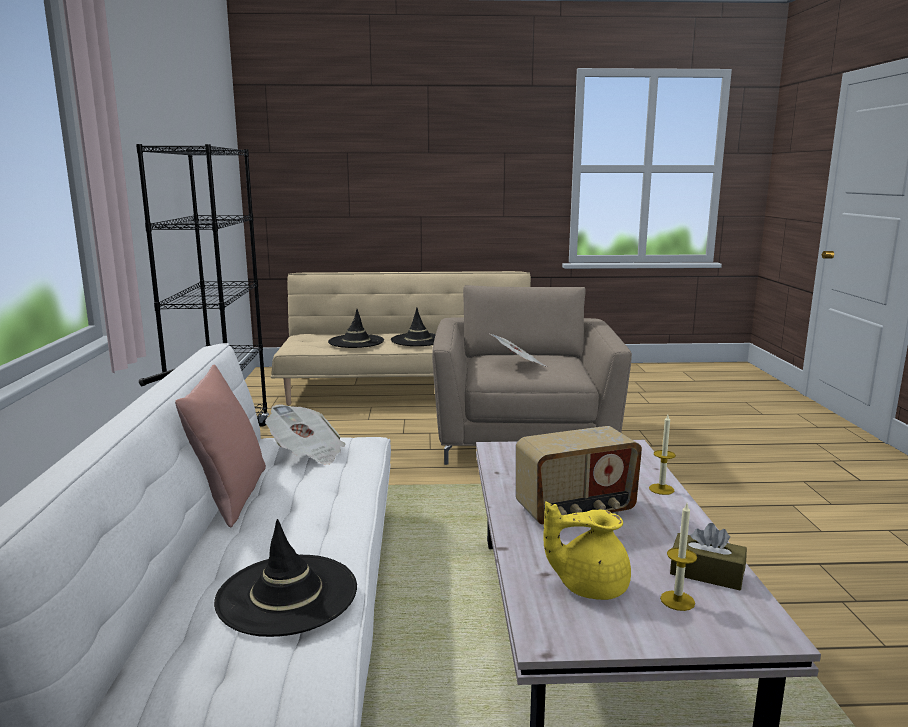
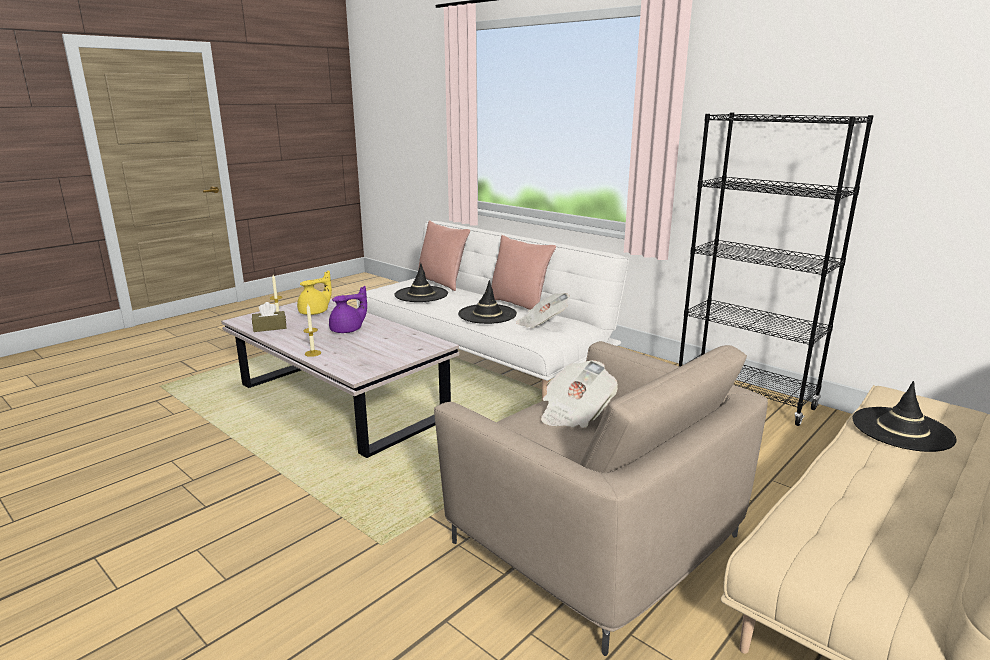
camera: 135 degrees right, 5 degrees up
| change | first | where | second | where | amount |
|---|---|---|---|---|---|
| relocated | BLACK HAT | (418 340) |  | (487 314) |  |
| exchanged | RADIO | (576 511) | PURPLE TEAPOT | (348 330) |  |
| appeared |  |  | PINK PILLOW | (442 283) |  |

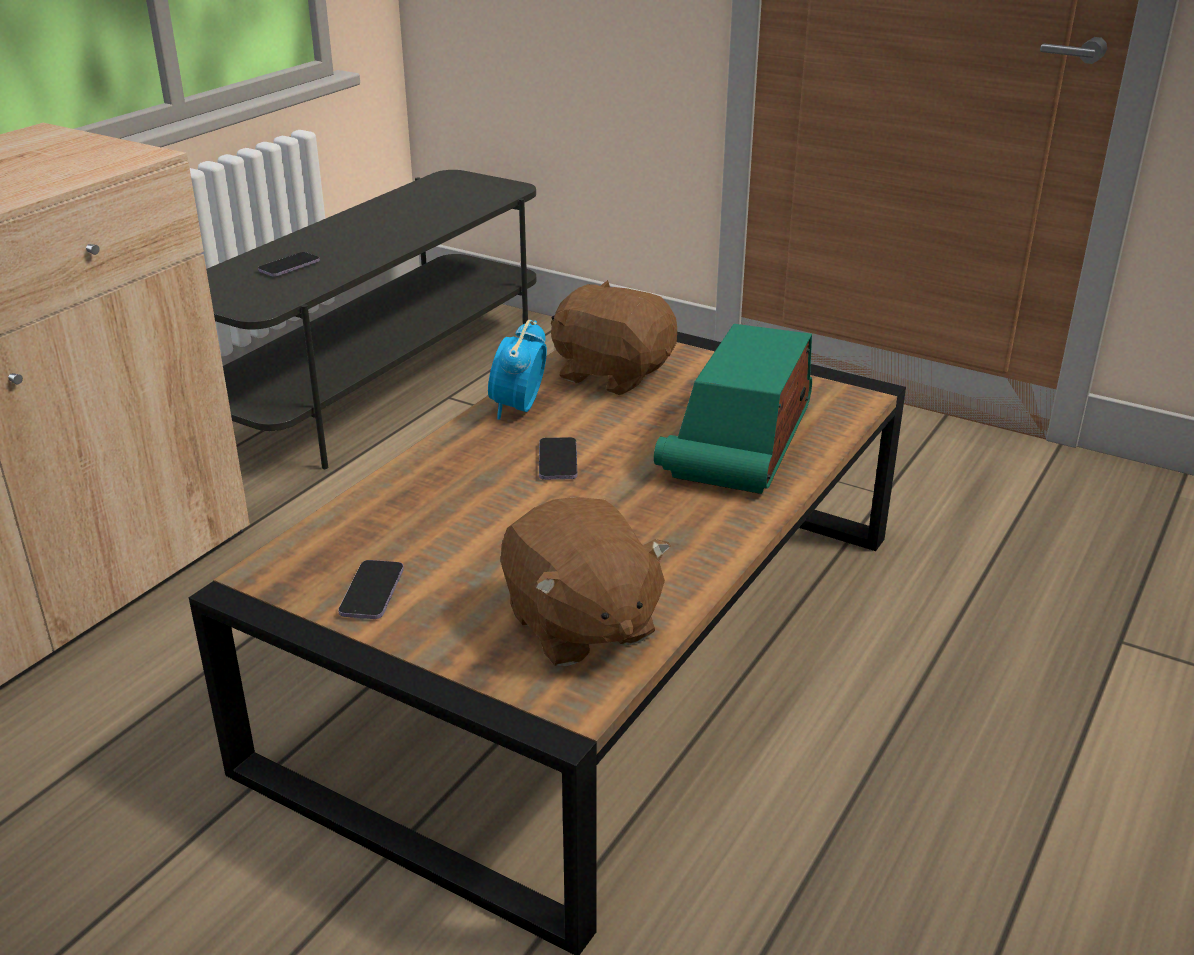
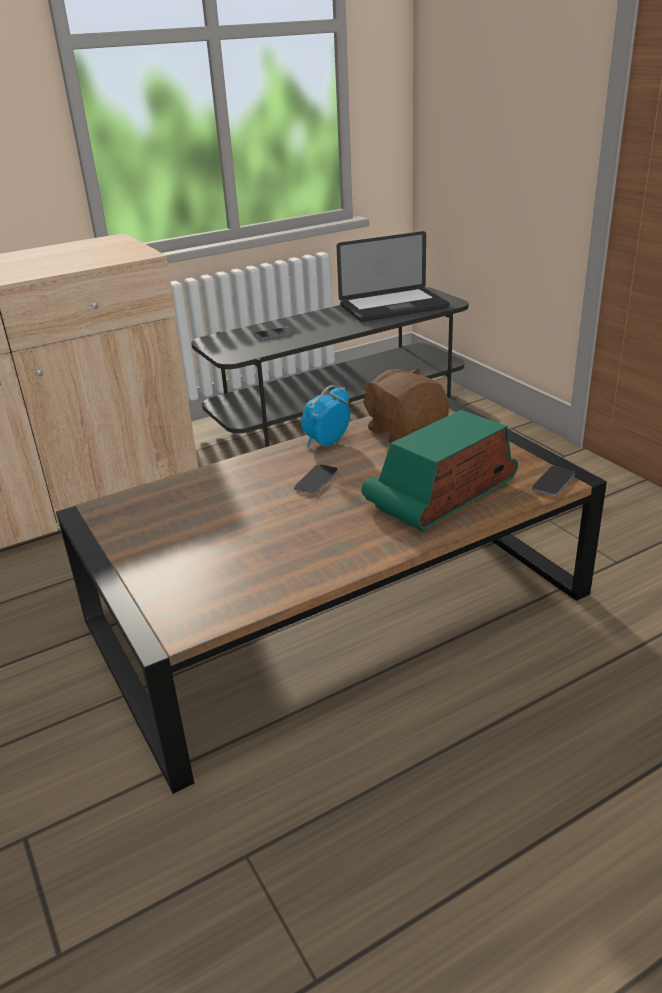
camera: 30 degrees right, 0 degrees up
| change | first | where | second | where | amount |
|---|---|---|---|---|---|
| relocated | PHONE | (372 592) |  | (553 483) |  |
| missing | BROWN PLUSH TOY | (579 625) |  |  |  |
| appeared |  |  | LAPTOP | (393 307) |  |

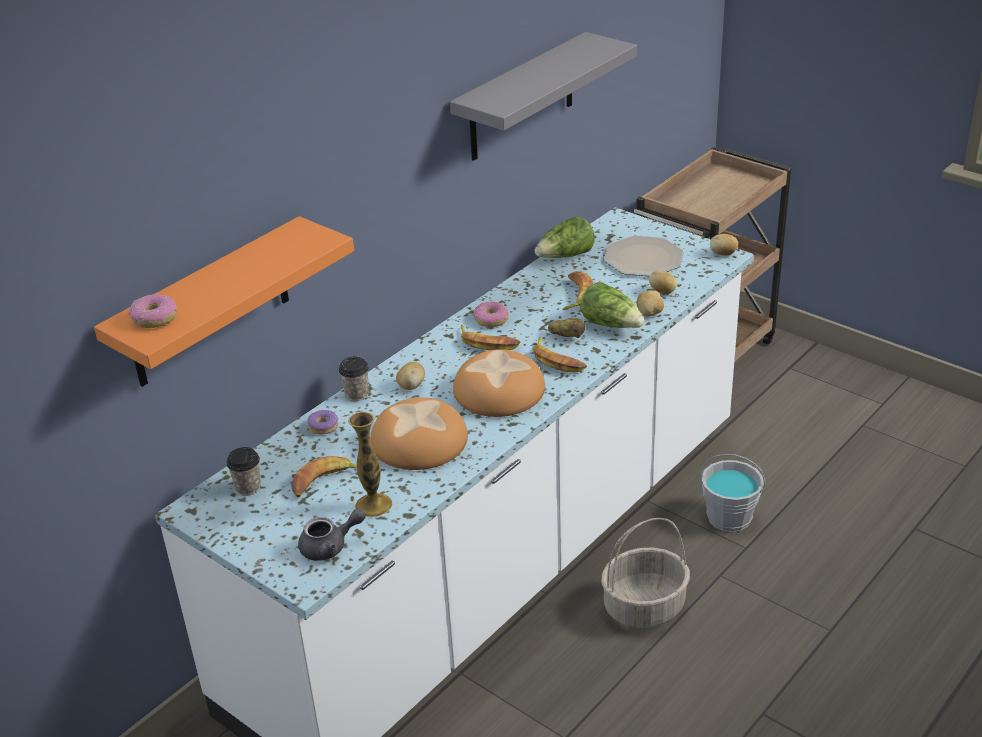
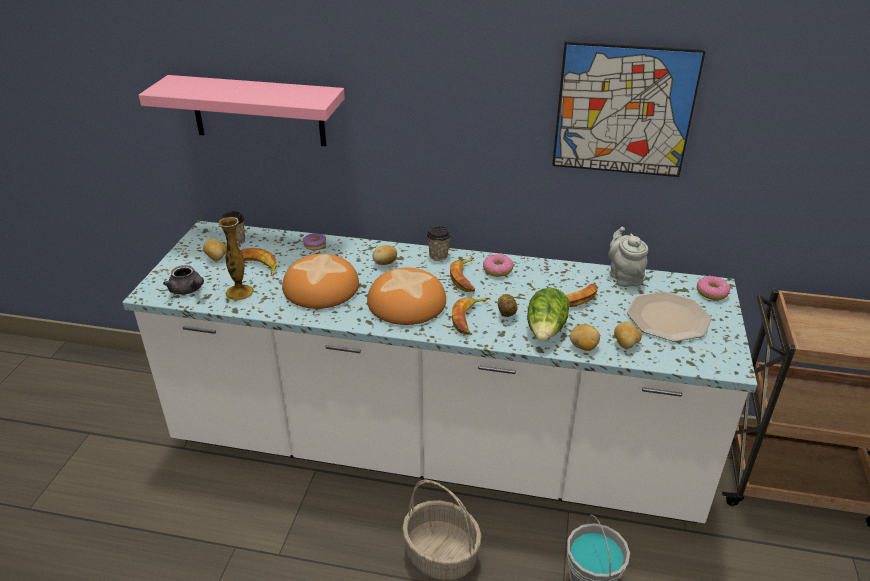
camera: 60 degrees right, 0 degrees up
| change | first | where | second | where | amount |
|---|---|---|---|---|---|
| colour | ORANGE SHELF | (209 304) | PINK SHELF | (258 111) |  |
| relocated | DONUT | (154 318) |  | (711 293) |  |
| relocated | CUP | (356 394) |  | (438 256) |  |
| exchanged | GREY SHELF | (521 98) | PICTURE | (624 110) |  |
| exchanged | LETTUCE | (565 256) | GREY TEAPOT | (624 277) |  |
| relocated | POTATO | (723 254) |  | (217 258) |  |

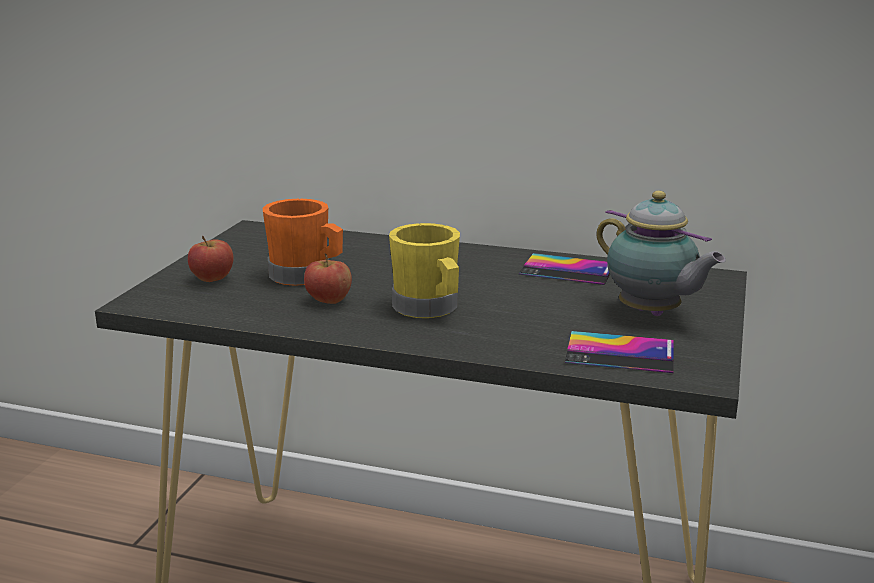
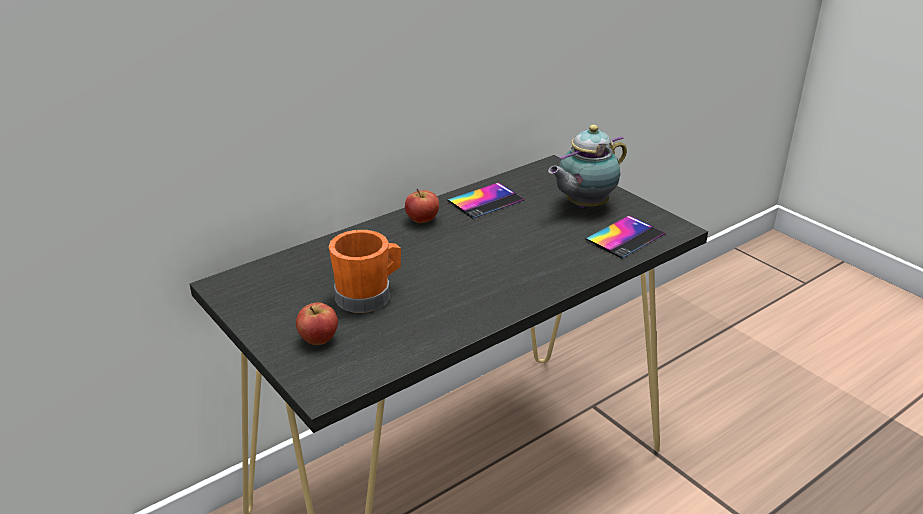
camera: 55 degrees left, 10 degrees up
| change | first | where | second | where | amount |
|---|---|---|---|---|---|
| relocated | APPLE | (329 301) |  | (422 220) |  |
| missing | YELLOW MUG | (429 308) |  |  |  |
| spun | TEAPOT | (652 314) |  | (583 206) | 150 degrees clockwise |

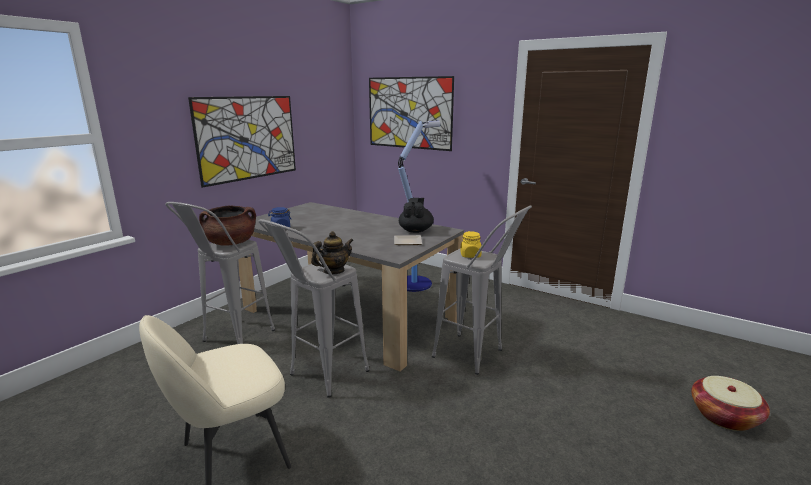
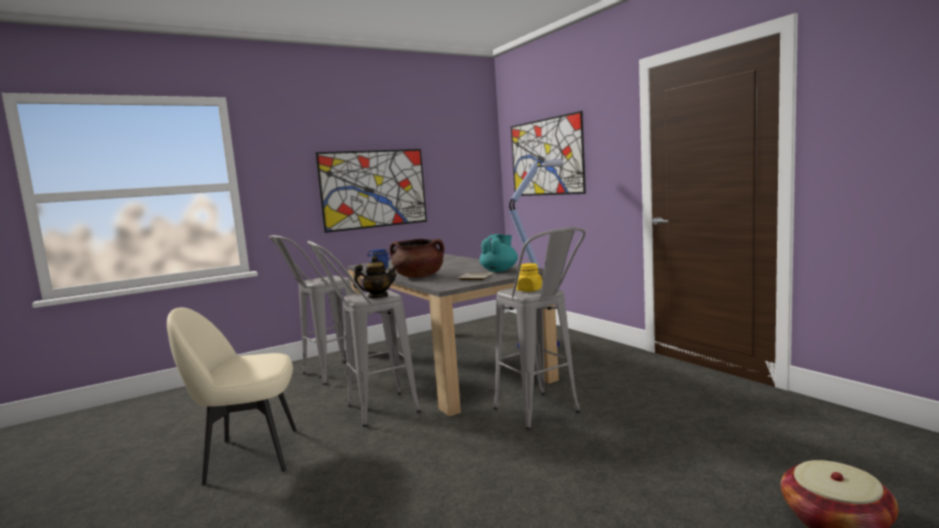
camera: 25 degrees right, 10 degrees down
| change | first | where | second | where | amount |
|---|---|---|---|---|---|
| relocated | BROWN COOKING POT | (231 243) |  | (419 276) |  |
| colour | BLACK TEAPOT | (416 230) | TURQUOISE TEAPOT | (499 270) |  |

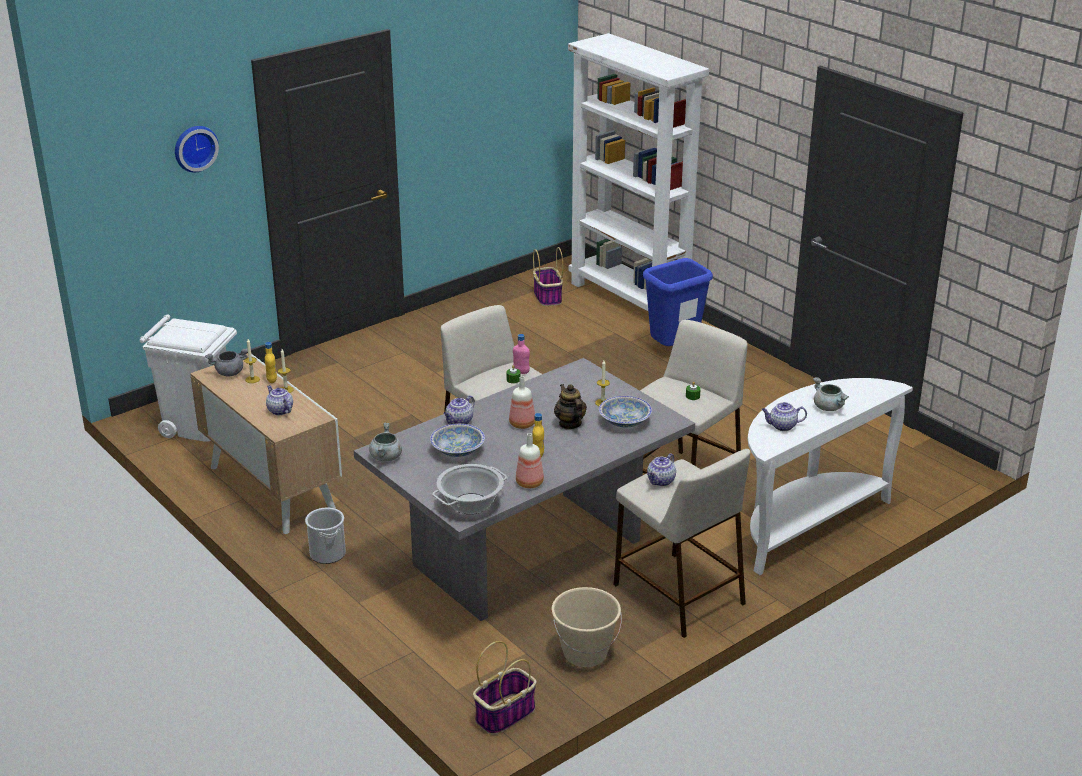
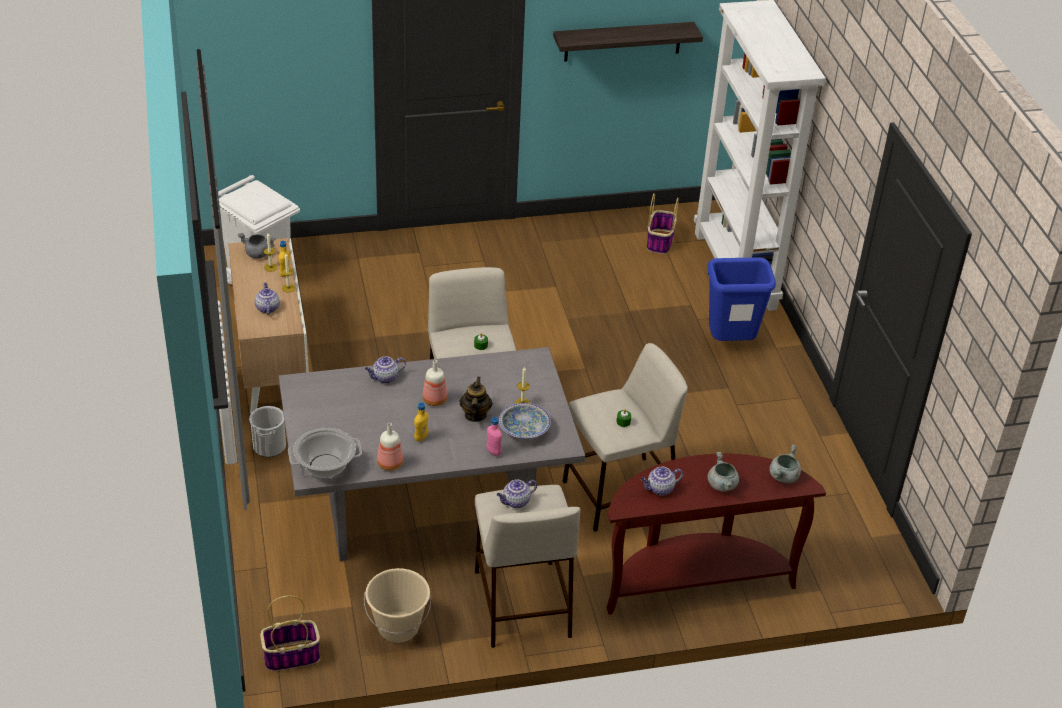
camera: 25 degrees right, 10 degrees up
| change | first | where | second | where | amount |
|---|---|---|---|---|---|
| missing | WALL CLOCK | (194 147) |  |  |  |
| relocated | GREY COOKING POT | (386 457) |  | (784 477) |  |
| missing | BOWL | (458 450) |  |  |  |
| relocated | PINK BOTTLE | (521 372) |  | (493 452) |  |
| colour | WHITE CONSOLE TABLE | (806 524) | BROWN CONSOLE TABLE | (695 579) |  |
| spun | TEAPOT | (782 426) |  | (660 489) | 45 degrees counterclockwise |
| appeared |  |  | SHELF | (623 41) |  |

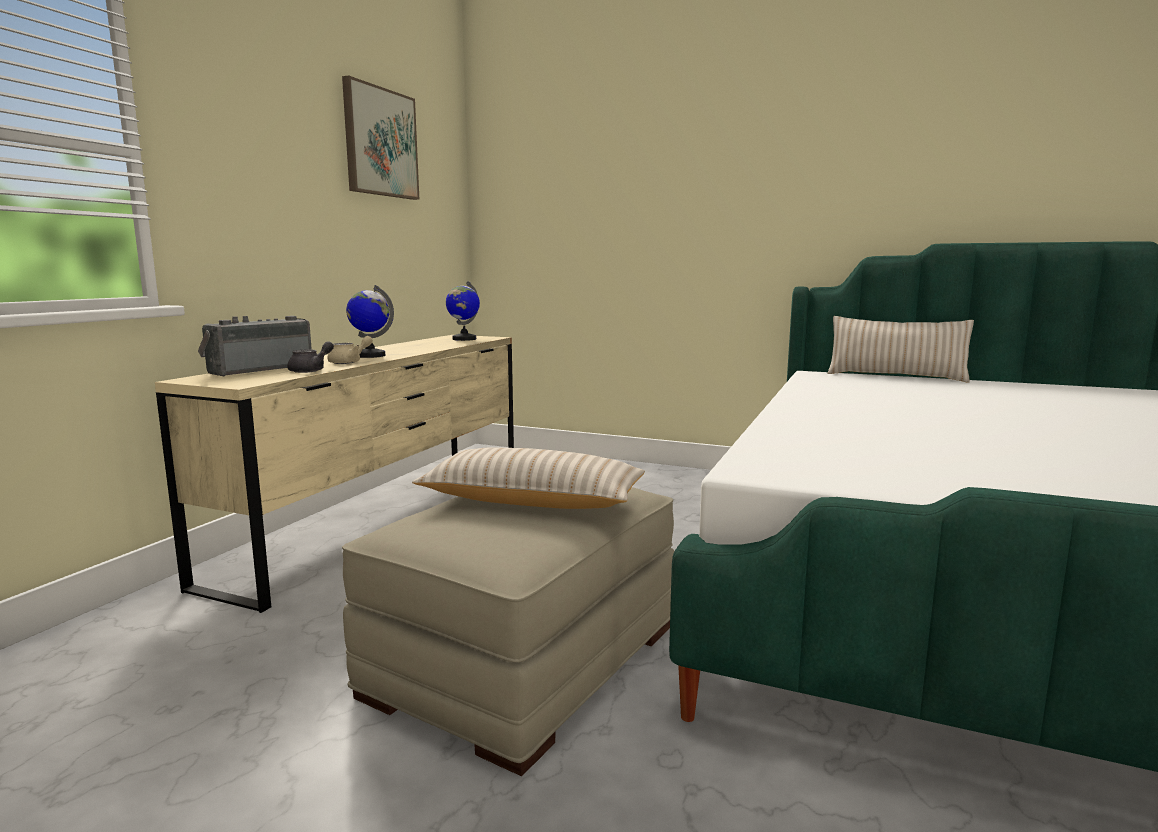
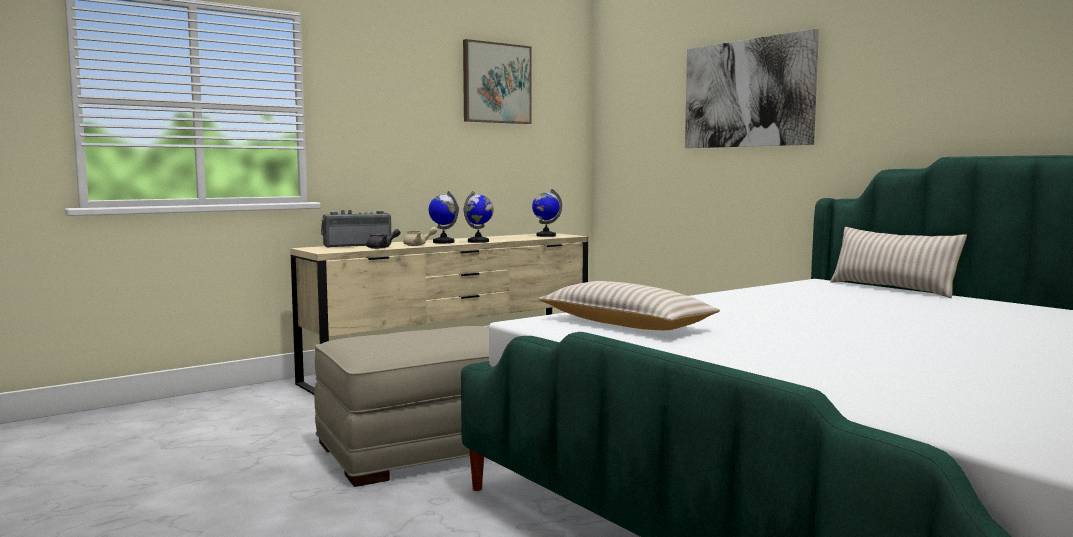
camera: 30 degrees right, 5 degrees down
| change | first | where | second | where | amount |
|---|---|---|---|---|---|
| relocated | BEIGE PILLOW | (532 501) |  | (625 324) |  |
| appeared |  |  | GLOBE | (478 241) |  |
| appeared |  |  | PICTURE | (747 93) |  |

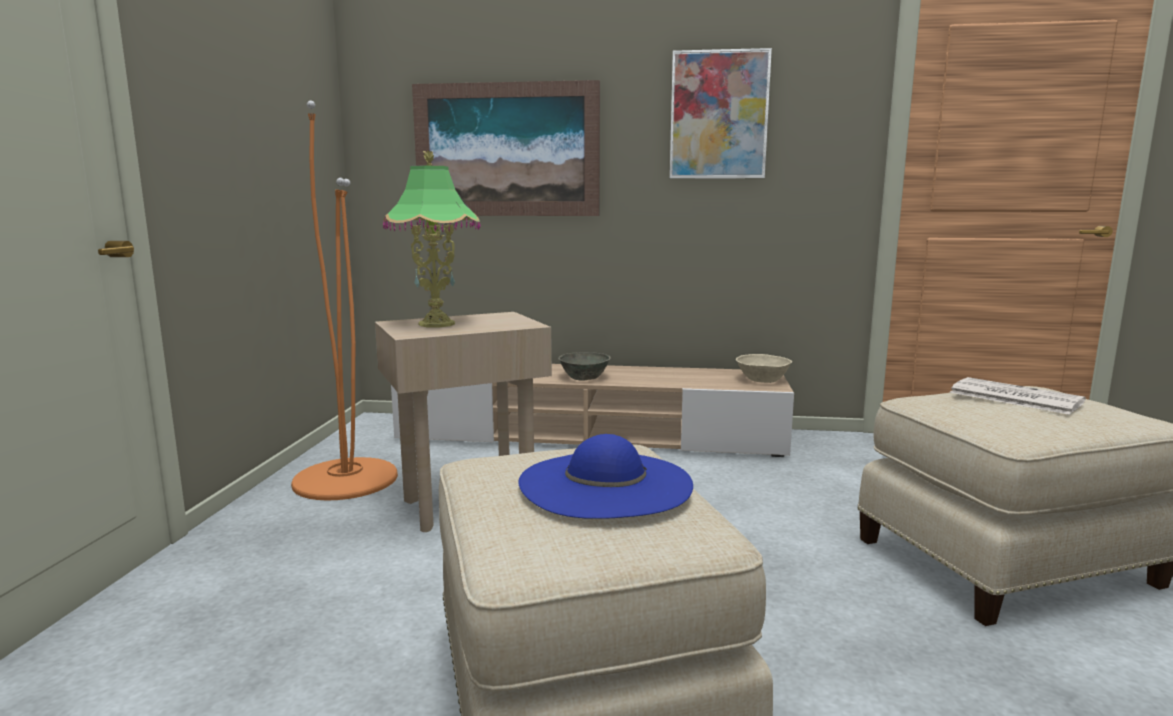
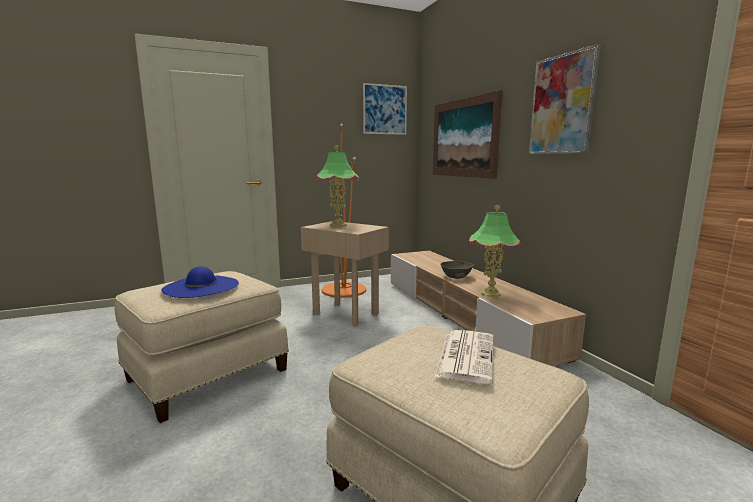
camera: 60 degrees right, 0 degrees up
| change | first | where | second | where | amount |
|---|---|---|---|---|---|
| missing | BEIGE BOWL | (763 380) |  |  |  |
| appeared |  |  | PICTURE | (385 109) |  |
| appeared |  |  | TABLE LAMP | (491 293) |  |

